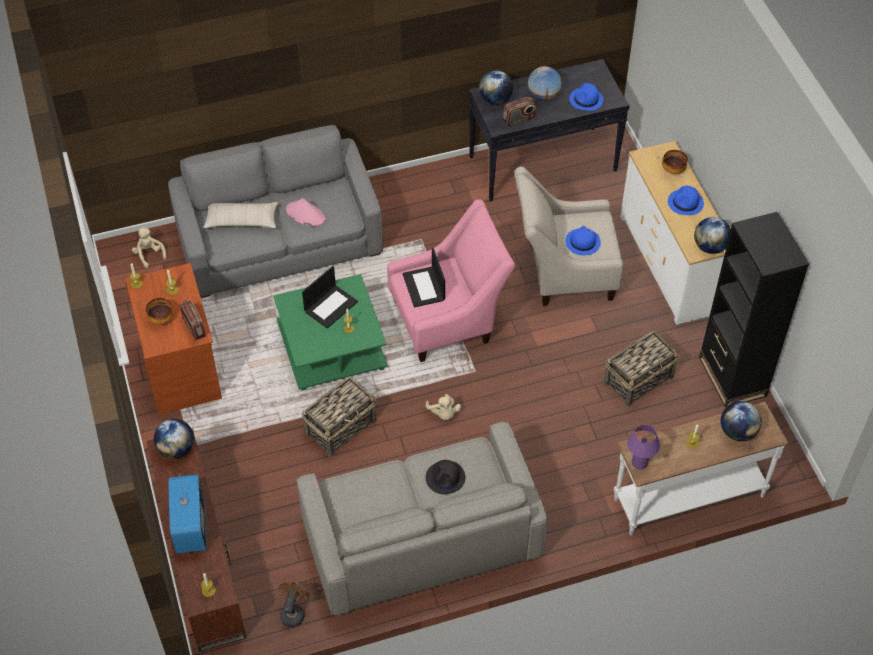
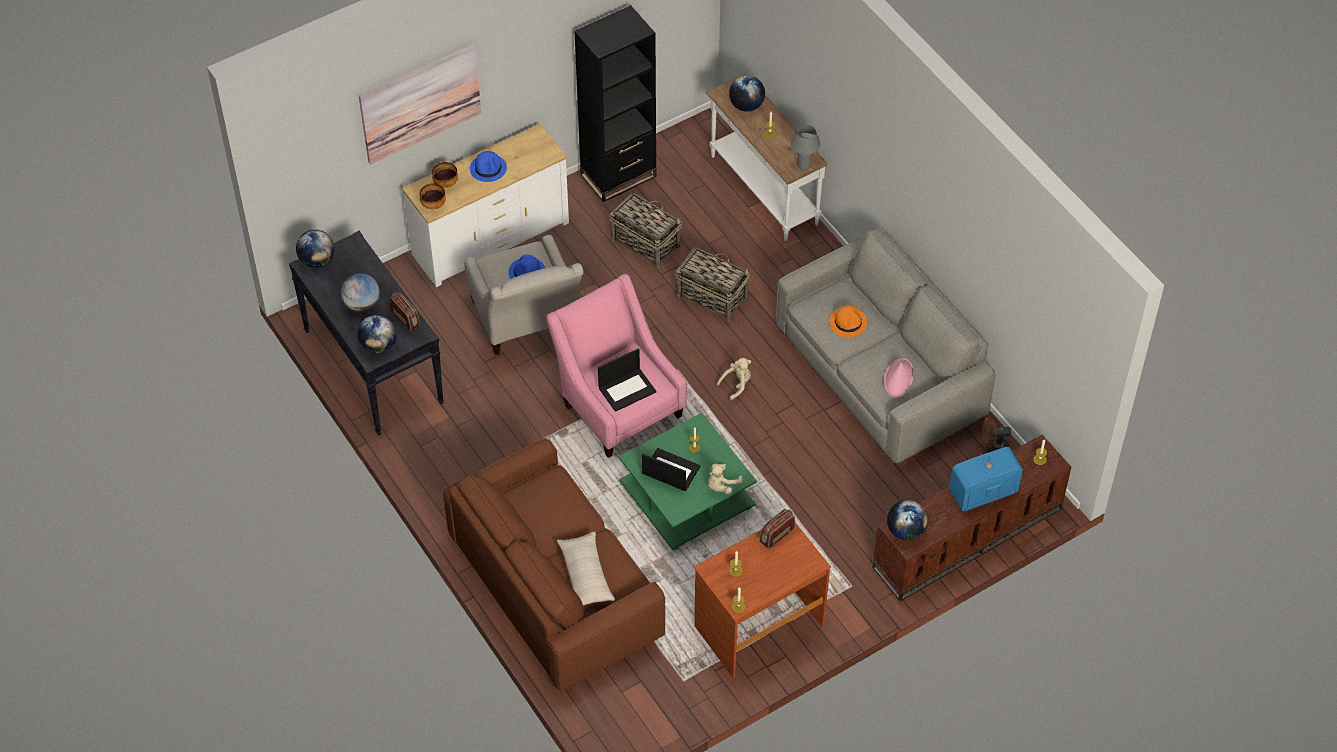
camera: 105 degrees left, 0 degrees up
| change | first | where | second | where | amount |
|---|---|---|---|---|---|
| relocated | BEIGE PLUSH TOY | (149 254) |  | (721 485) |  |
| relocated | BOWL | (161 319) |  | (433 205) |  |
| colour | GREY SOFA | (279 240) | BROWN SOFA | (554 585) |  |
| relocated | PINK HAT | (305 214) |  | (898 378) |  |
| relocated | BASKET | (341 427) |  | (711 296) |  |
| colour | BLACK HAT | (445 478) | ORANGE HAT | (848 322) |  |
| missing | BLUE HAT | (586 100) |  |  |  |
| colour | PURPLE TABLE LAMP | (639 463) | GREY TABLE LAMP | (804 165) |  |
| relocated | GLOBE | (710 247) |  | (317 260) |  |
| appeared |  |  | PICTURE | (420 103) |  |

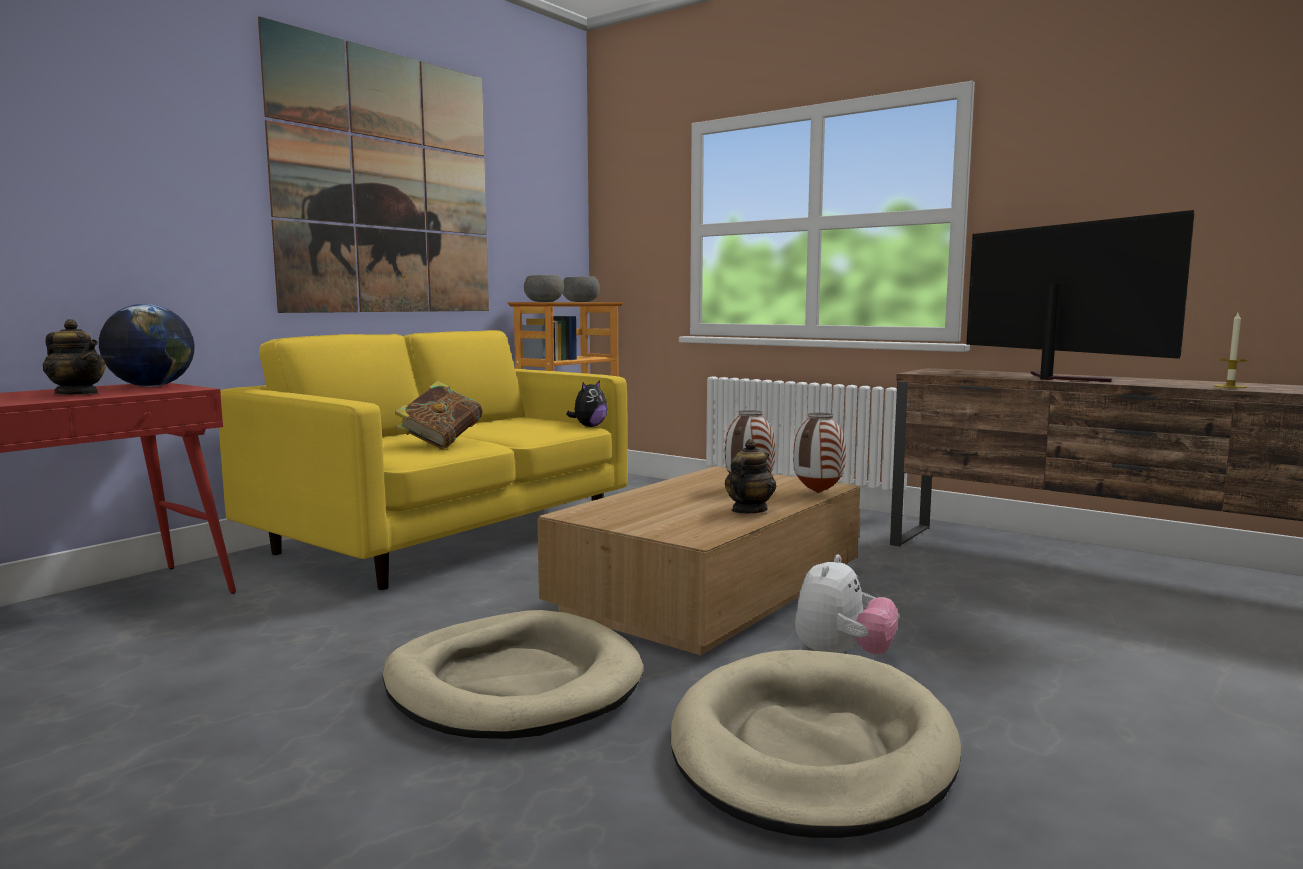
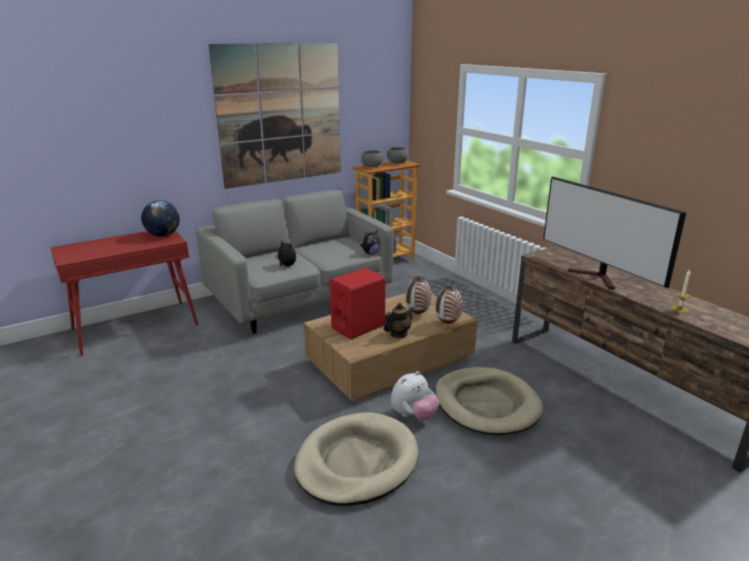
camera: 20 degrees right, 15 degrees up
| change | first | where | second | where | amount |
|---|---|---|---|---|---|
| missing | TEAPOT | (77 394) |  |  |  |
| colour | YELLOW SOFA | (446 537) | GREY SOFA | (300 299) |  |
| relocated | BEIGE DOG BED | (513 684) |  | (486 404) |  |
| exchanged | BOOK | (441 444) | PLUSH TOY | (286 266) |  |
| spun | TELEVISION | (1054 378) |  | (598 278) | 150 degrees clockwise |
| appeared |  |  | RED SPEAKER | (358 327) |  |

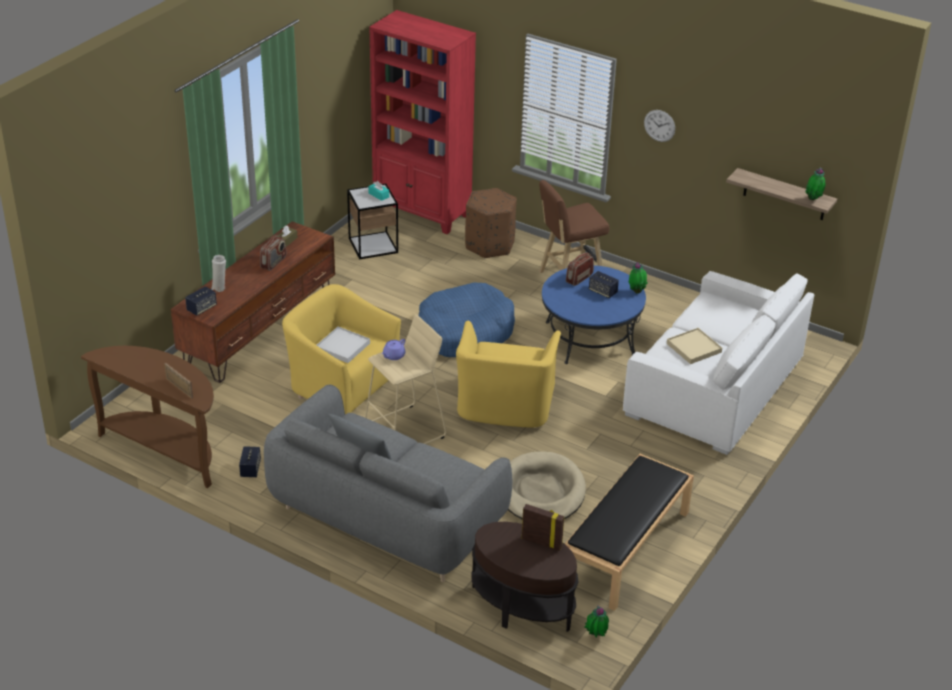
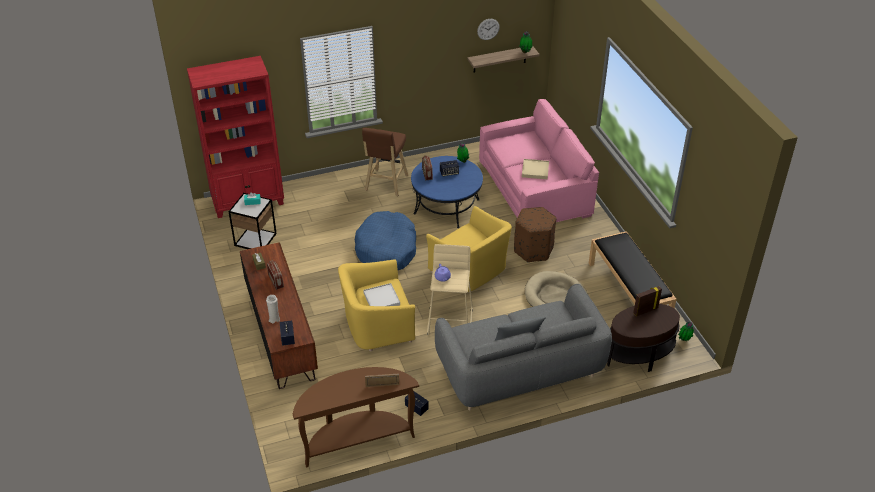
camera: 50 degrees left, 5 degrees up
| change | first | where | second | where | amount |
|---|---|---|---|---|---|
| relocated | BROWN OTTOMAN | (490 245) |  | (533 250) |  |
| colour | WHITE SOFA | (714 386) | PINK SOFA | (534 188) |  |
| relocated | WALL CLOCK | (659 125) |  | (488 29) |  |

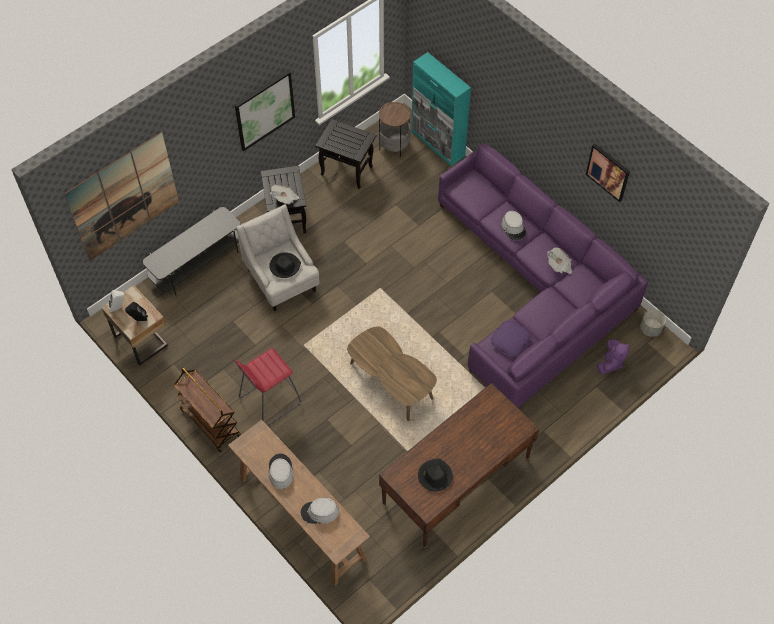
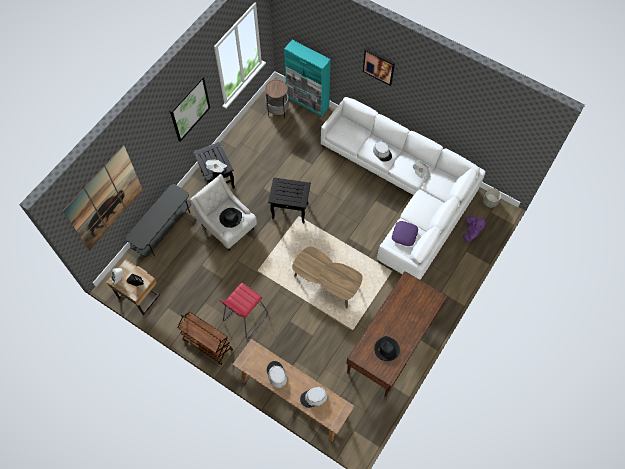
camera: 15 degrees left, 5 degrees up
| change | first | where | second | where | amount |
|---|---|---|---|---|---|
| relocated | BLACK SIDE TABLE | (347 171) |  | (291 210) |  |
| colour | PURPLE SOFA | (533 288) | WHITE SOFA | (403 191) |  |
| relocated | PICTURE | (608 172) |  | (379 66) |  |

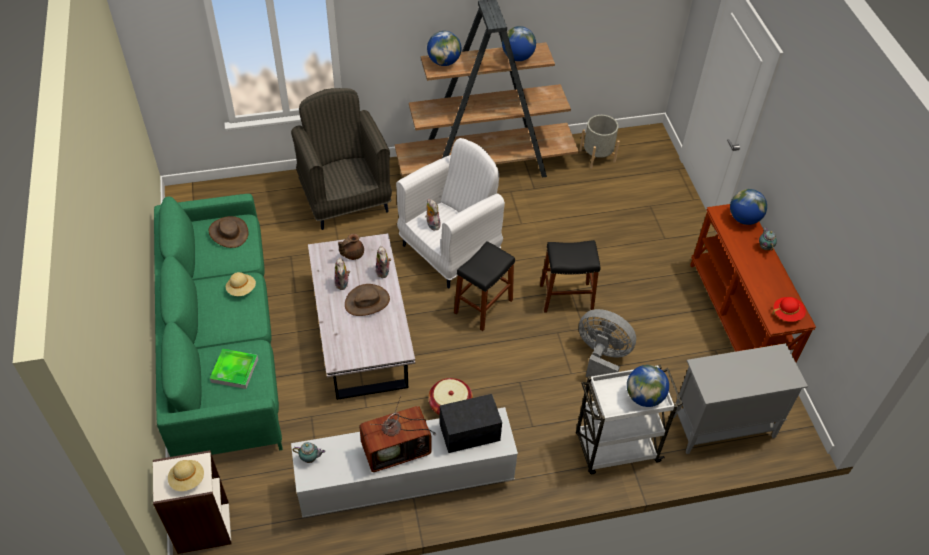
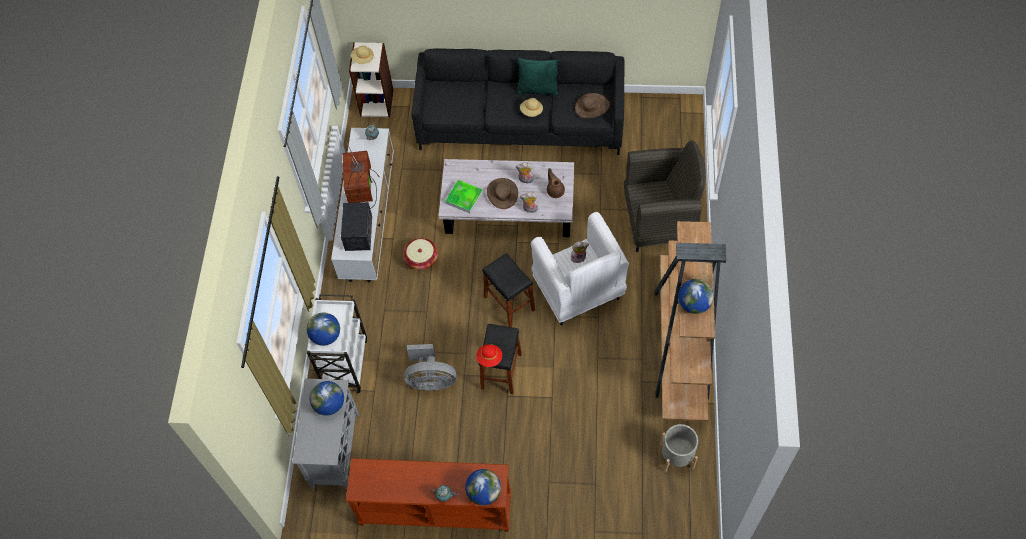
camera: 110 degrees right, 10 degrees up
| change | first | where | second | where | amount |
|---|---|---|---|---|---|
| colour | GREEN SOFA | (223 346) | BLACK SOFA | (520 123) |  |
| relocated | TRAY | (234 370) |  | (464 198) |  |
| relocated | GLOBE | (444 62) |  | (329 404) |  |
| spun | GREY FAN | (602 357) |  | (431 380) | 45 degrees clockwise |
| relocated | RED HAT | (787 313) |  | (489 358) |  |
| appeared |  |  | GREEN PILLOW | (537 90) |  |

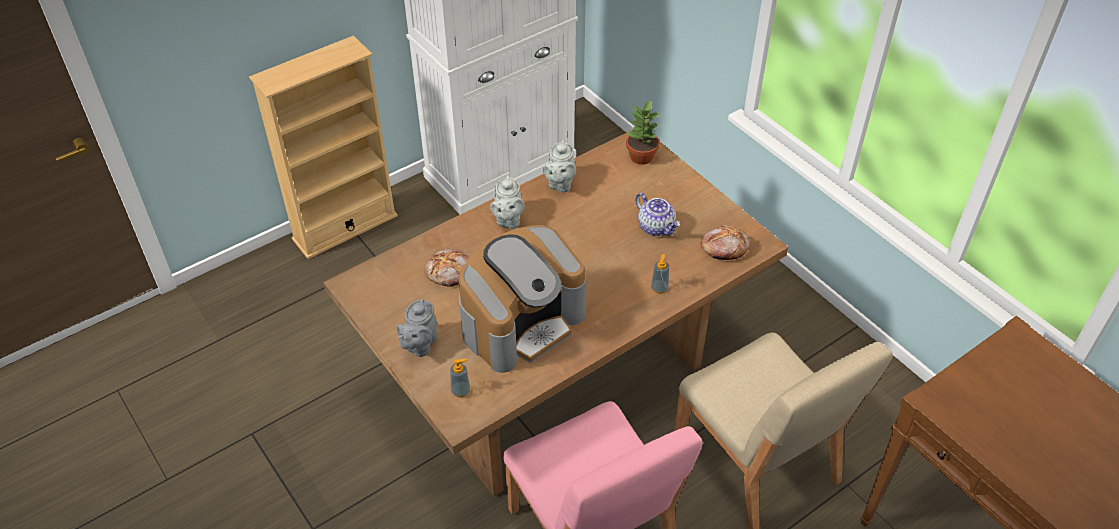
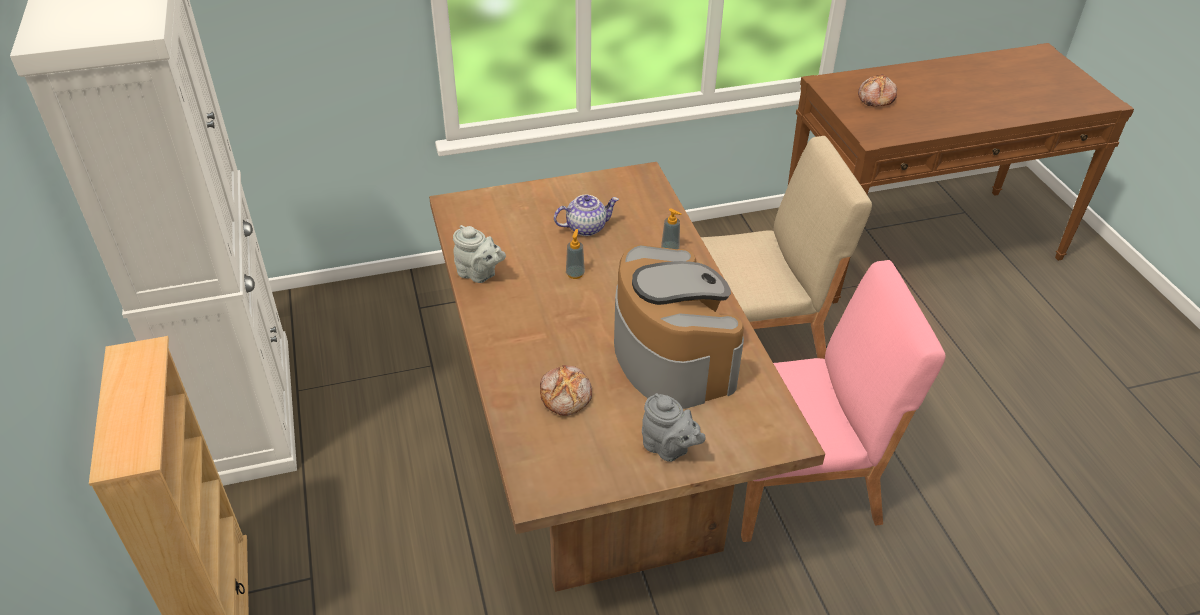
camera: 70 degrees left, 5 degrees down
| change | first | where | second | where | amount |
|---|---|---|---|---|---|
| relocated | SOAP DISPENSER | (461 391) |  | (575 274) |  |
| missing | GREY TEAPOT | (508 220) |  |  |  |
| missing | POTTED PLANT | (641 157) |  |  |  |
| relocated | BREAD | (724 248) |  | (875 98) |  |

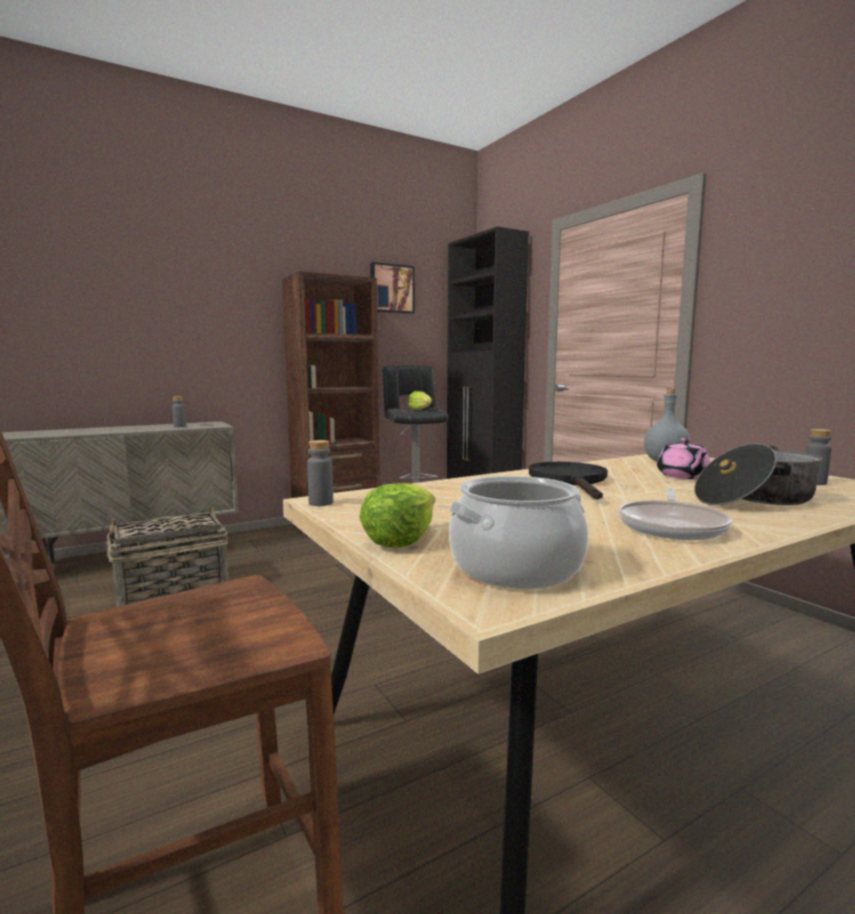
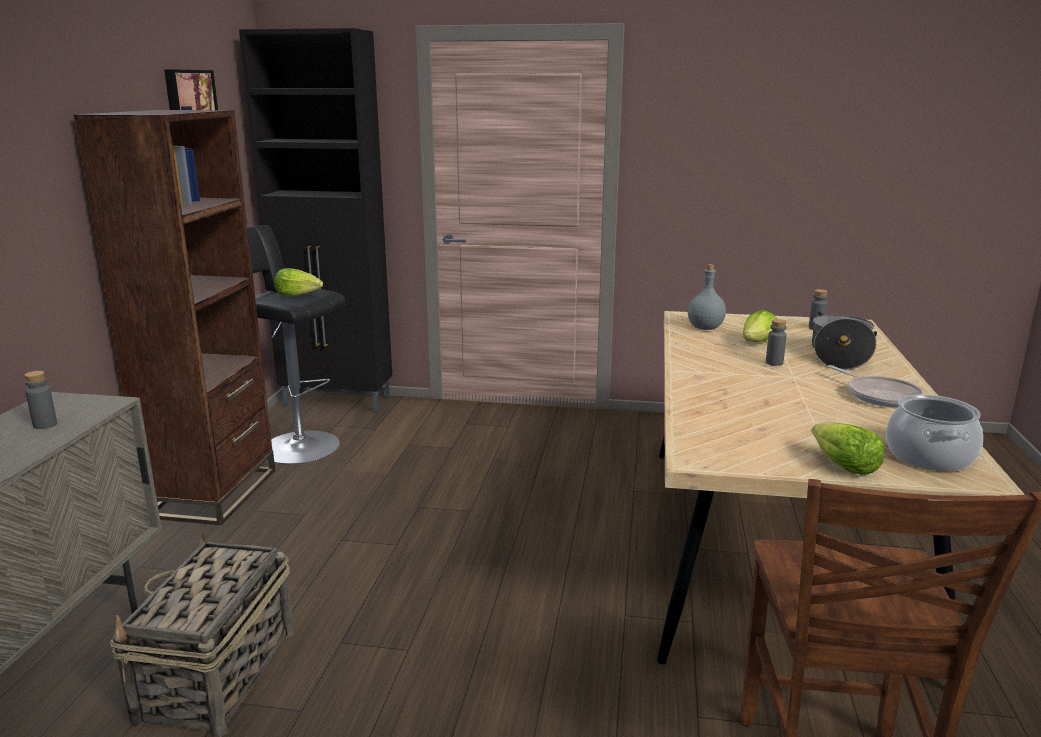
camera: 50 degrees left, 10 degrees up
| change | first | where | second | where | amount |
|---|---|---|---|---|---|
| relocated | GREY BOTTLE | (321 503) |  | (774 363) |  |
| missing | BLACK FRYING PAN | (570 481) |  |  |  |
| exchanged | PINK TEAPOT | (683 476) | LETTUCE | (758 343) |  |

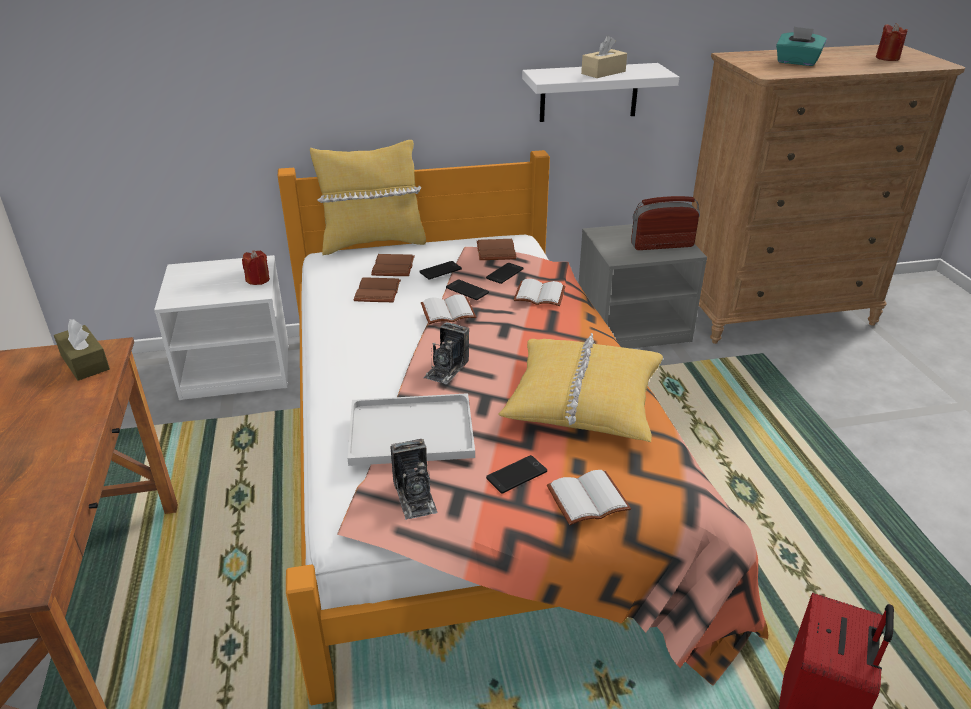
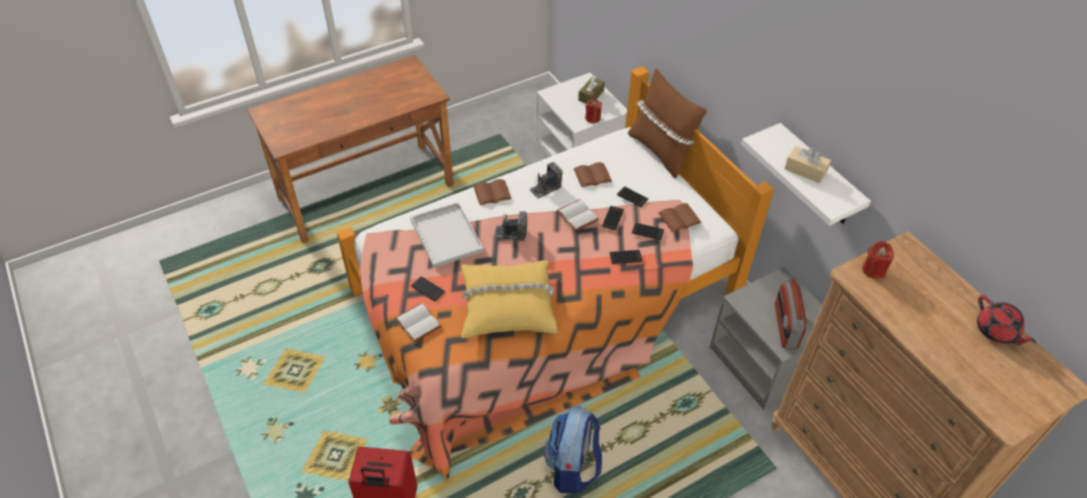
camera: 70 degrees right, 15 degrees up
| change | first | where | second | where | amount |
|---|---|---|---|---|---|
| relocated | BROWN TISSUE BOX | (85 362) |  | (591 95) |  |
| colour | YELLOW PILLOW | (372 243) | BROWN PILLOW | (660 151) |  |
| relocated | BROWN BOOK | (394 267) |  | (492 194) |  |
| relocated | PHOTO CAMERA | (415 496) |  | (545 188) |  |
| exchanged | WHITE BOOK | (538 295) | PHONE | (625 257) |  |
| spun | RADIO | (662 245) |  | (785 326) | 150 degrees counterclockwise |
| missing | TURQUOISE TISSUE BOX | (797 62) |  |  |  |
| relocated | RED CANDLE | (887 58) |  | (873 270) |  |
| appeared |  |  | BACKPACK | (572 467) |  |
| appeared |  |  | RED TEAPOT | (996 331) |  |

